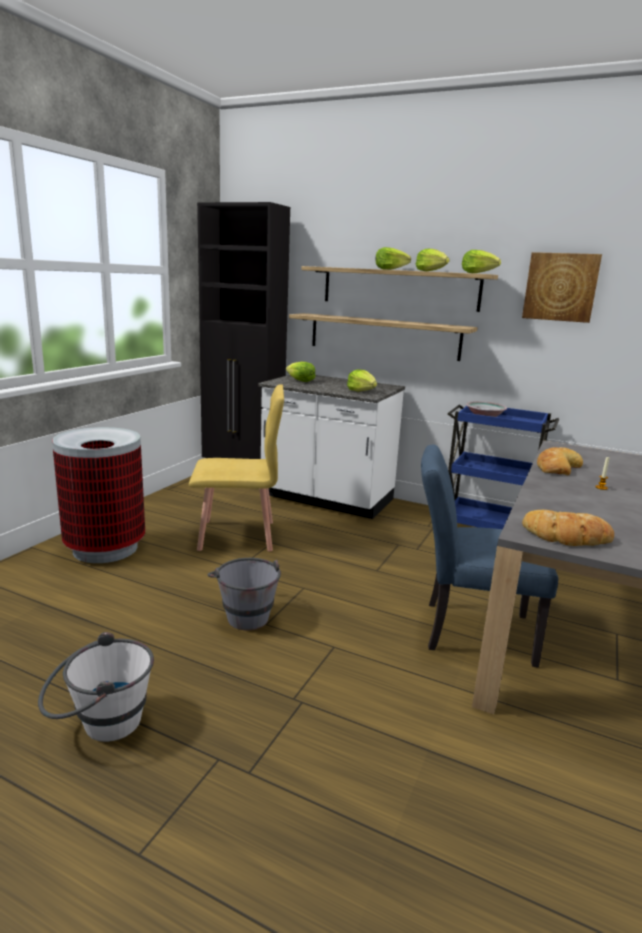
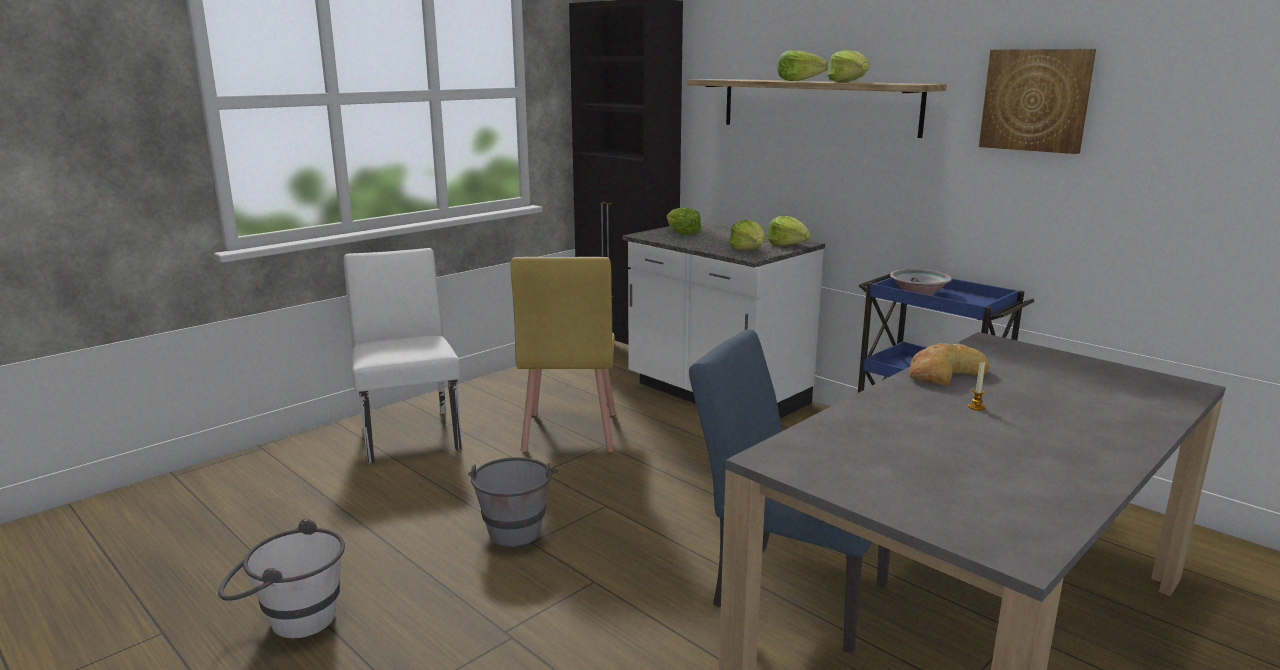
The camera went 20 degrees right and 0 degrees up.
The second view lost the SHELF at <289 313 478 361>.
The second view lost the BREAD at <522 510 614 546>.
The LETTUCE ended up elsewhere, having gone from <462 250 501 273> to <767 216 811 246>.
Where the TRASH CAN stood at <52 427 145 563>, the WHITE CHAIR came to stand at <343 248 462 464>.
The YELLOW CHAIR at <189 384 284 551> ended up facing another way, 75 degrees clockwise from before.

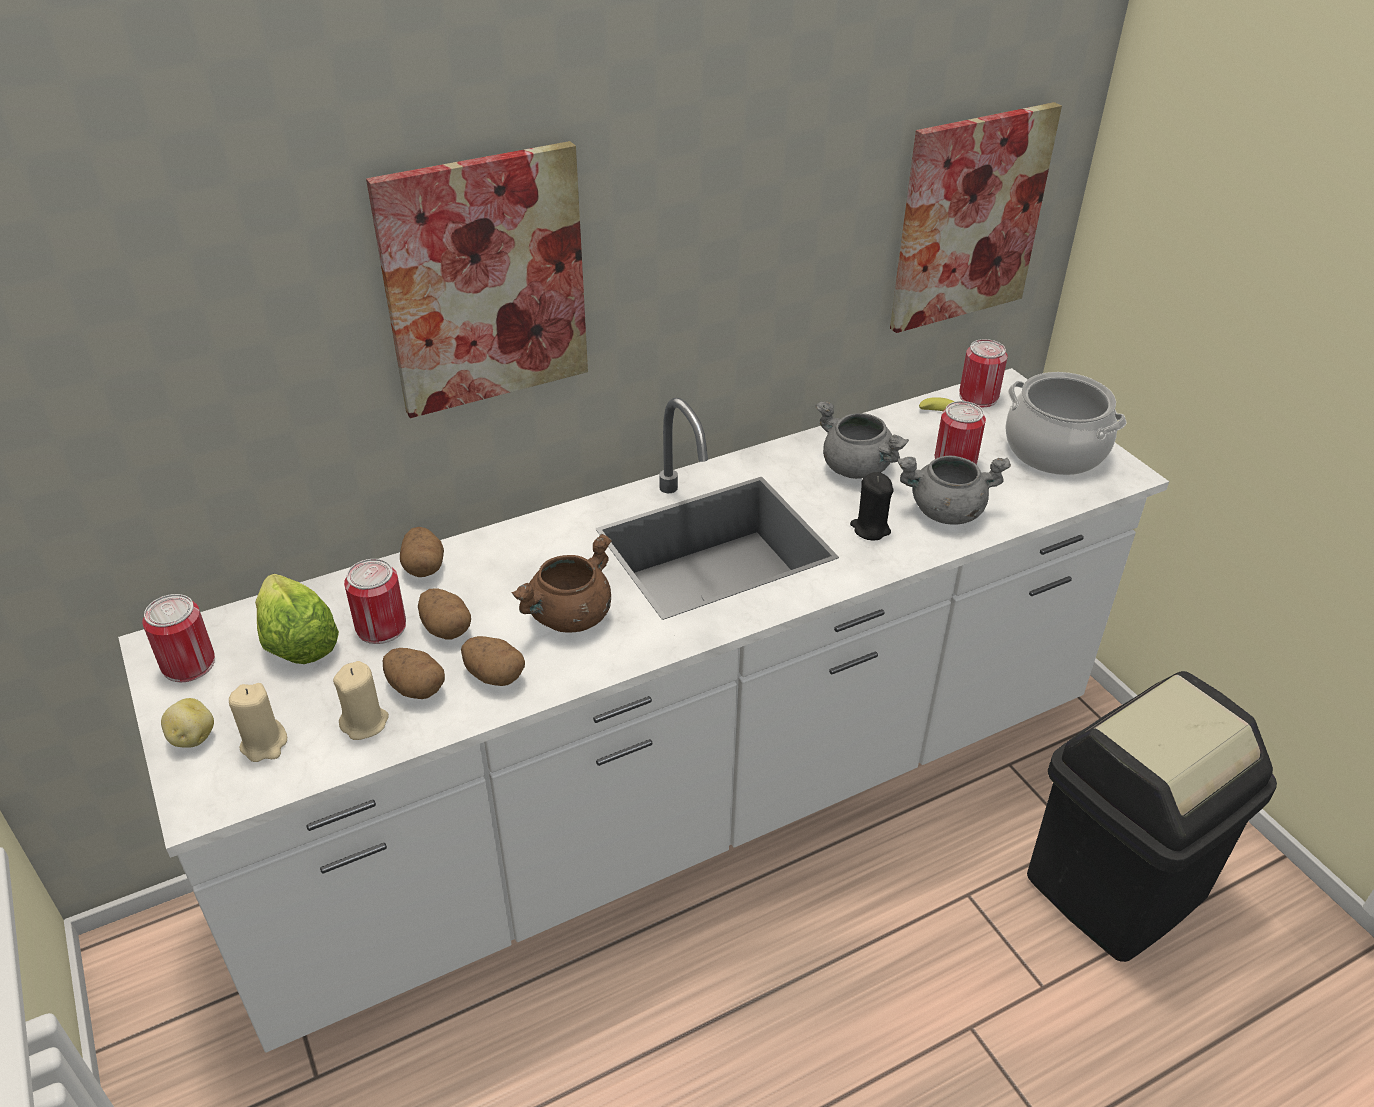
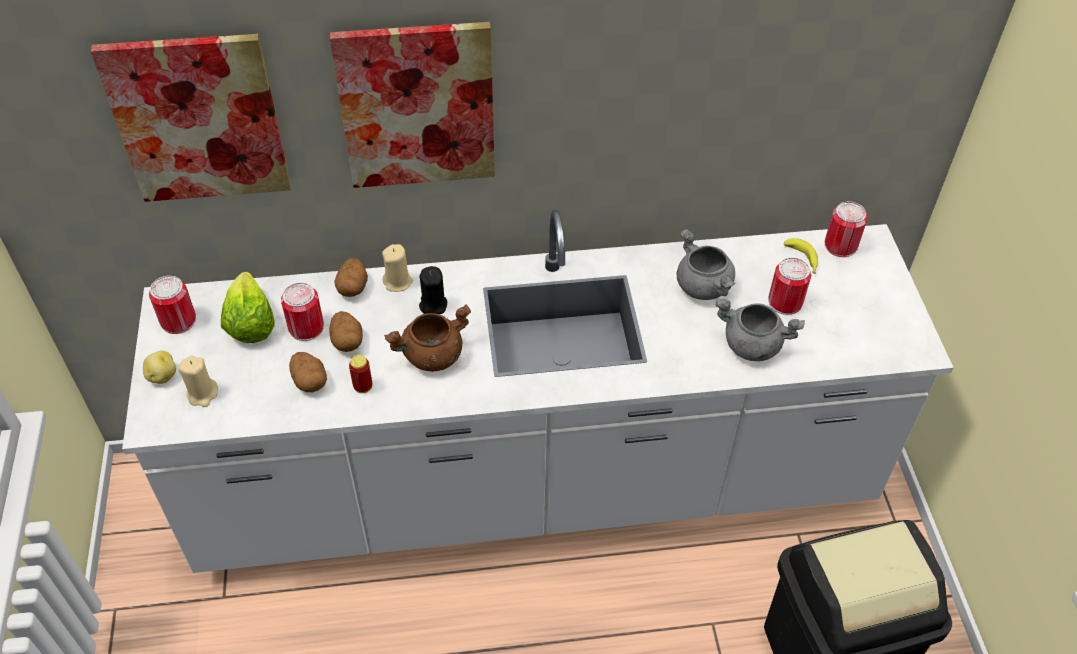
The camera went 20 degrees right and 10 degrees up.
The second view lost the COOKING POT at <1005 372 1127 475>.
The BEIGE CANDLE ended up elsewhere, having gone from <333 661 389 740> to <382 244 413 292>.
The BLACK CANDLE ended up elsewhere, having gone from <850 472 893 540> to <419 266 447 314>.
The PICTURE ended up elsewhere, having gone from <890 102 1062 333> to <91 34 291 202>.
Where the POTATO stood at <461 636 525 686>, the CAN came to stand at <349 355 372 393>.

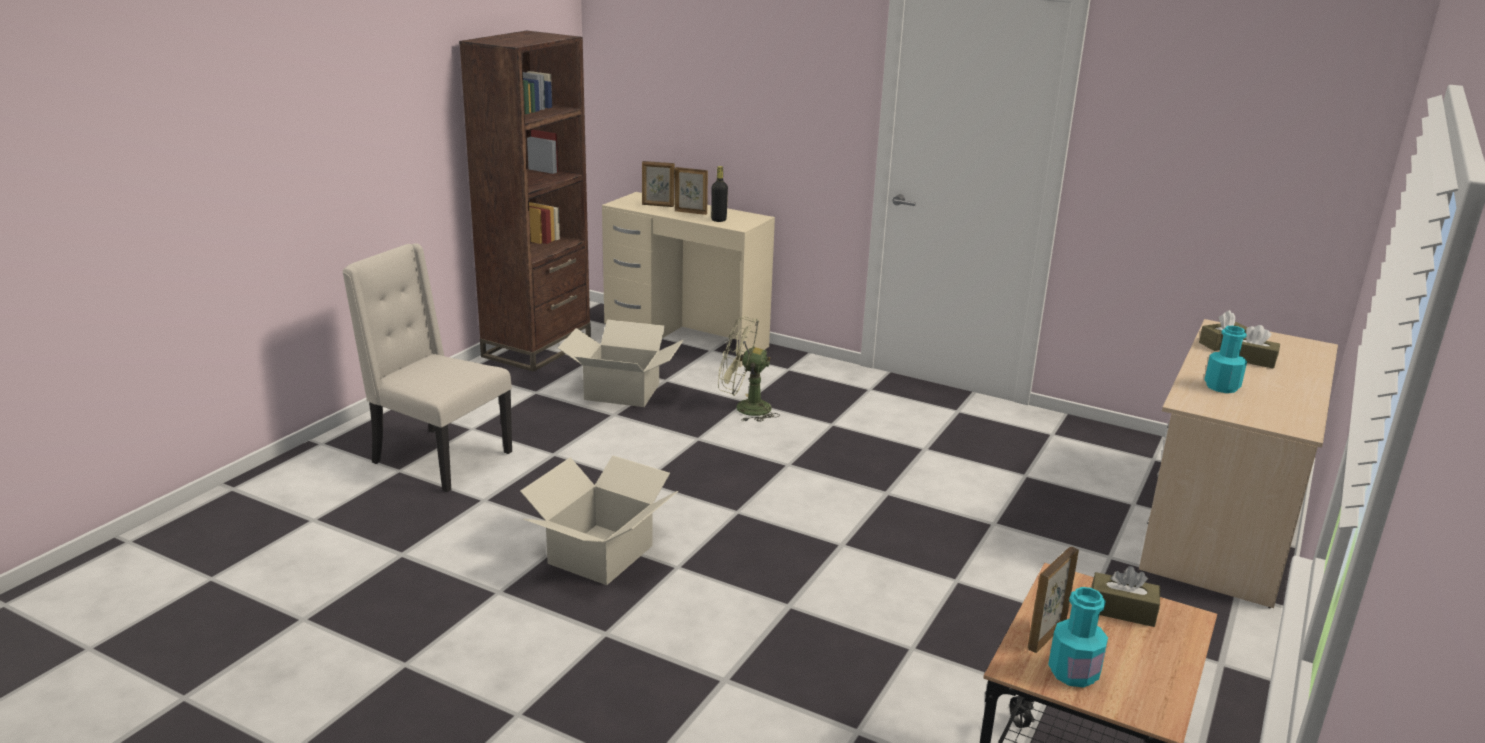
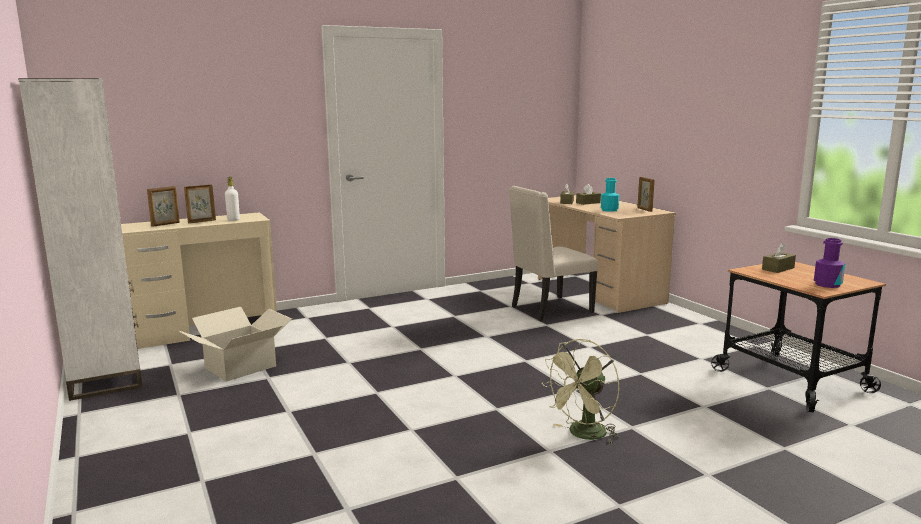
The camera went 55 degrees left and 10 degrees down.
The second view lost the CARDBOARD BOX at <520 456 678 585>.
The BEIGE CHAIR ended up elsewhere, having gone from <342 243 512 492> to <509 186 598 321>.
The GREEN FAN ended up elsewhere, having gone from <718 316 780 422> to <541 339 620 445>.
The PICTURE FRAME ended up elsewhere, having gone from <1028 547 1079 653> to <637 177 655 212>.
What was the BROWN BOOKCASE at <459 31 591 372> turned into the WHITE BOOKCASE at <18 78 143 401>.
What was the BLACK BOTTLE at <711 166 728 222> turned into the WHITE BOTTLE at <225 177 240 221>.
What was the TURQUOISE BOTTLE at <1048 587 1108 687> turned into the PURPLE BOTTLE at <814 238 845 288>.

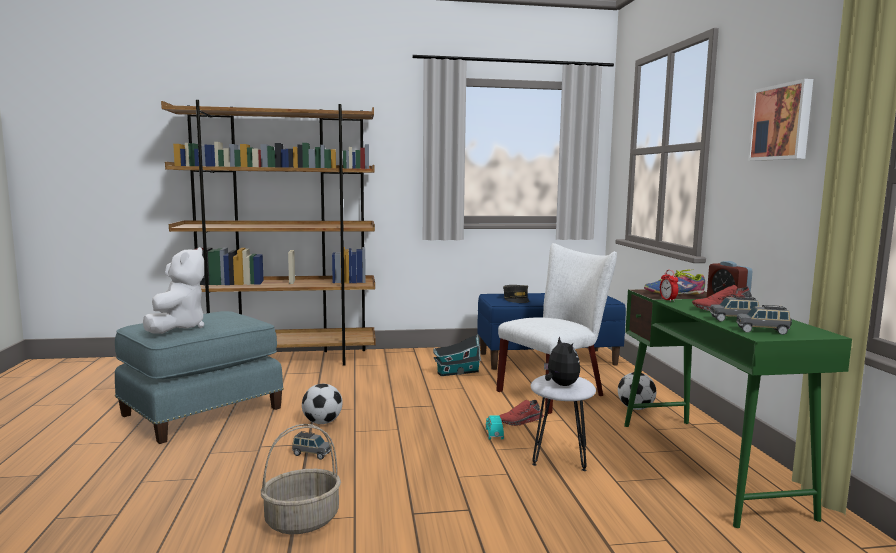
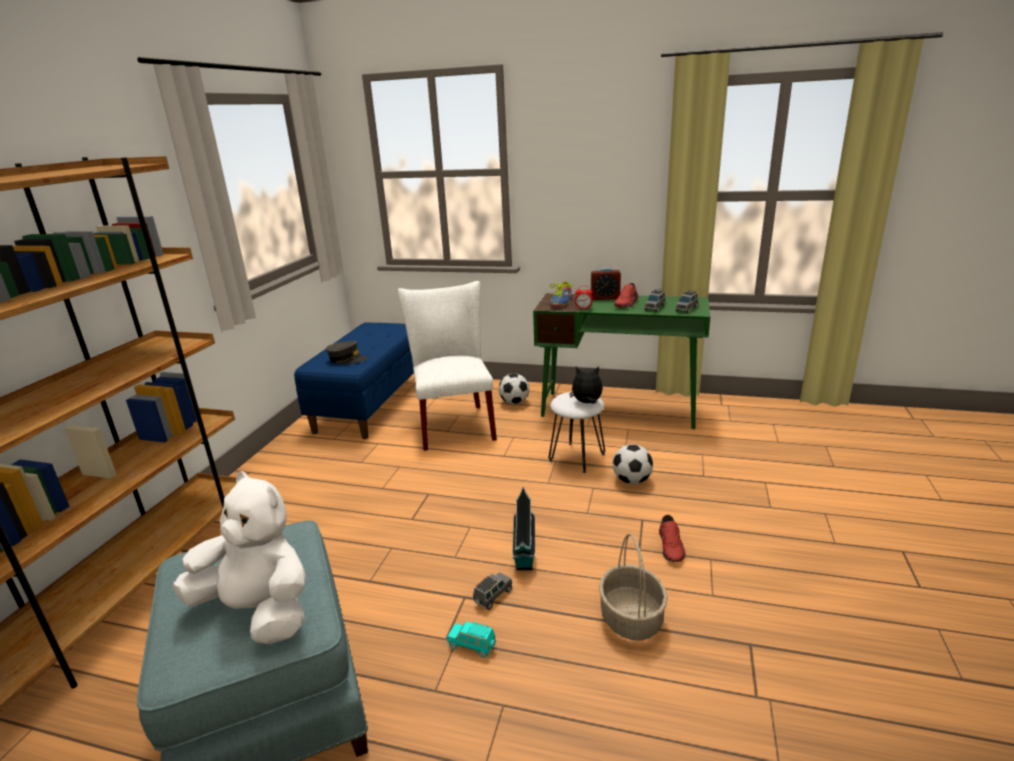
The camera went 65 degrees left and 15 degrees up.
The second view lost the PICTURE at <748 79 813 161>.
The FOOTBALL ended up elsewhere, having gone from <302 384 343 424> to <613 444 653 484>.
The TOY HOUSE ended up elsewhere, having gone from <433 335 481 376> to <512 487 536 570>.
The TURQUOISE TOY CAR ended up elsewhere, having gone from <486 415 504 439> to <447 622 496 658>.
The RED SHOE ended up elsewhere, having gone from <499 400 544 426> to <659 515 686 562>.

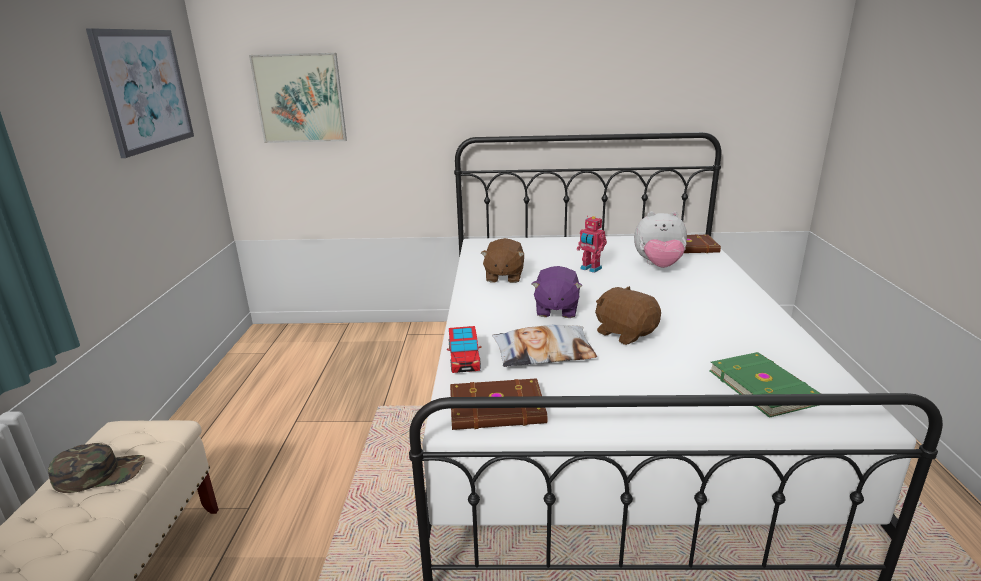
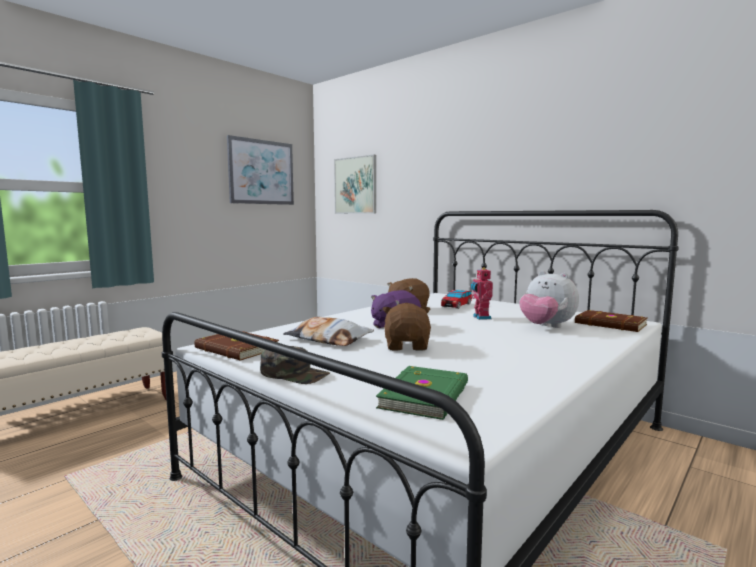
The camera went 40 degrees right and 15 degrees down.
The GREEN CAP ended up elsewhere, having gone from <48 443 145 493> to <260 346 330 384>.
The TOY CAR ended up elsewhere, having gone from <447 326 481 373> to <441 290 472 309>.

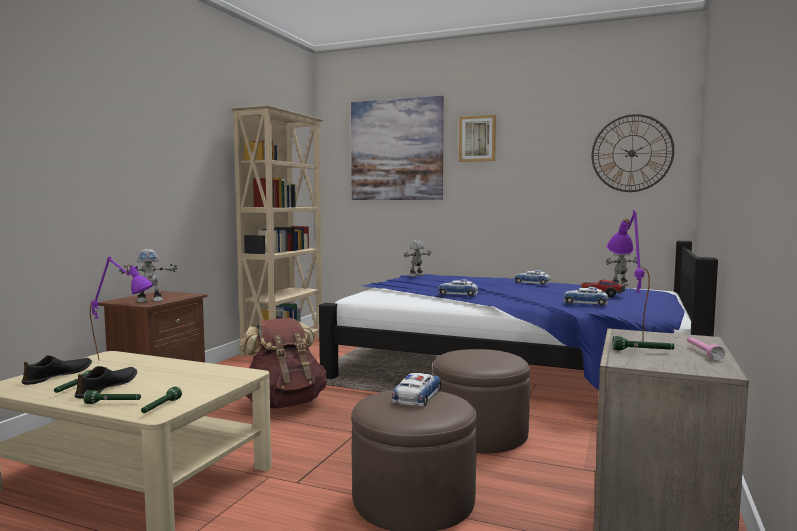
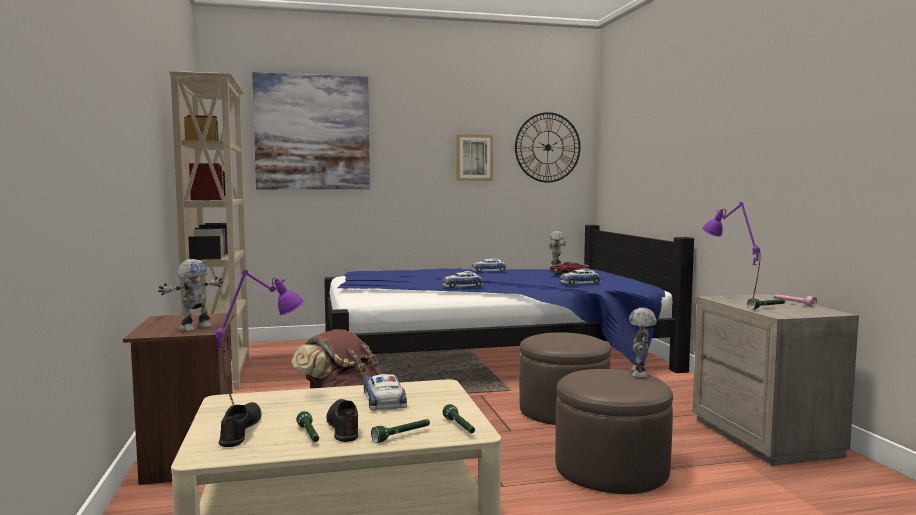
The camera went 35 degrees left and 0 degrees up.
The TOY CAR ended up elsewhere, having gone from <391 373 441 407> to <364 374 407 410>.
The TOY ROBOT ended up elsewhere, having gone from <404 240 431 277> to <629 308 657 378>.
The PICTURE ended up elsewhere, having gone from <459 115 496 162> to <456 135 493 181>.

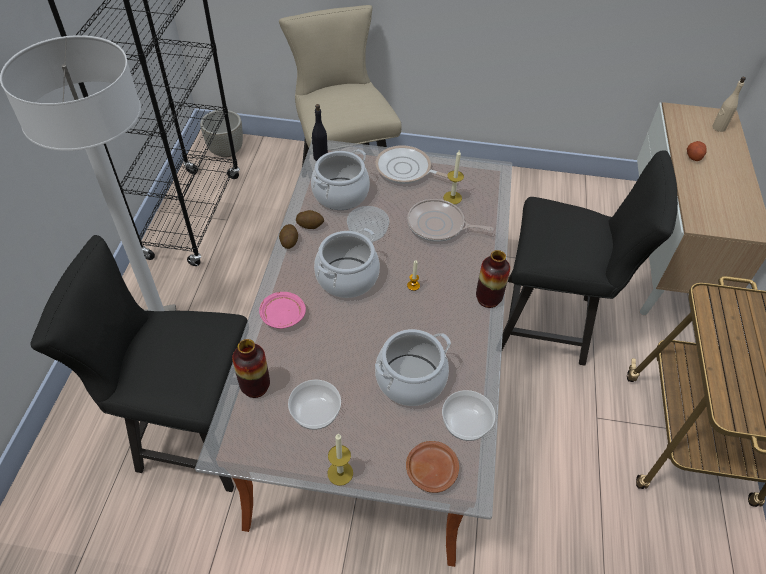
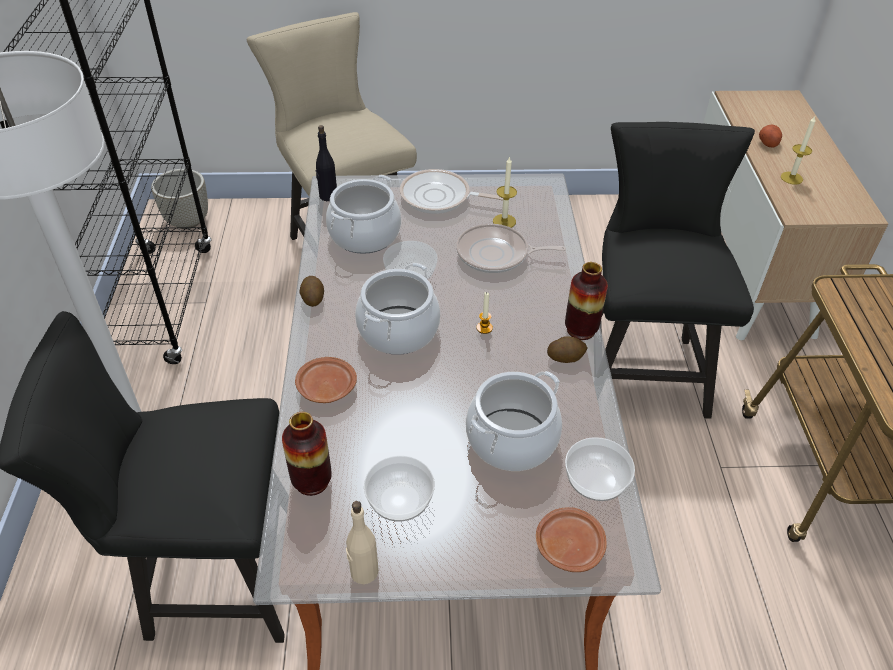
The camera went 10 degrees left and 5 degrees down.
The POTATO ended up elsewhere, having gone from <296 210 324 229> to <547 336 588 363>.
The CANDLE ended up elsewhere, having gone from <328 434 353 486> to <781 116 816 185>.
The BEIGE BOTTLE ended up elsewhere, having gone from <712 77 746 132> to <346 501 379 584>.
What was the PINK PLATE at <259 292 306 329> turned into the BROWN PLATE at <295 357 357 403>.
The BLACK CHAIR at <502 151 678 366> ended up facing another way, 90 degrees counterclockwise from before.

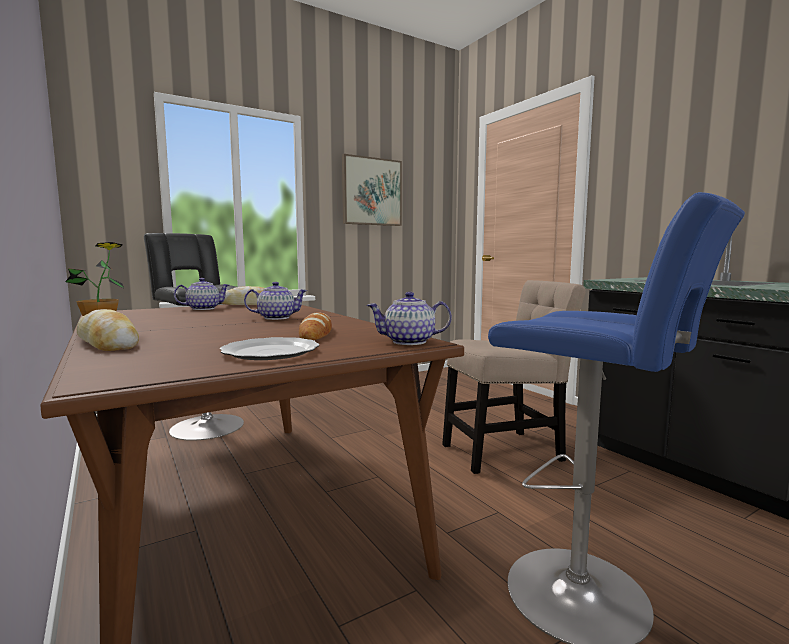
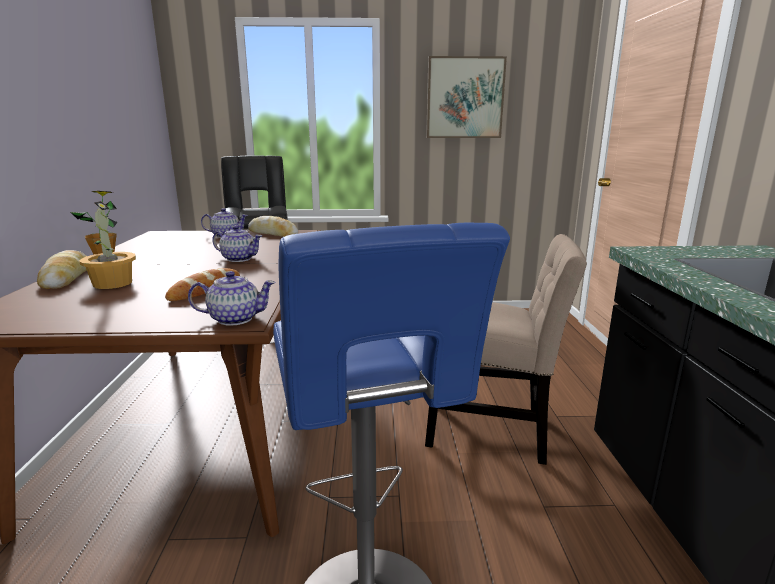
The camera went 30 degrees right and 10 degrees up.
The second view lost the PLATE at <220 337 319 360>.
The second view gained the POTTED PLANT at <79 201 136 289>.
The TEAPOT at <367 292 452 345> ended up facing another way, 150 degrees clockwise from before.

